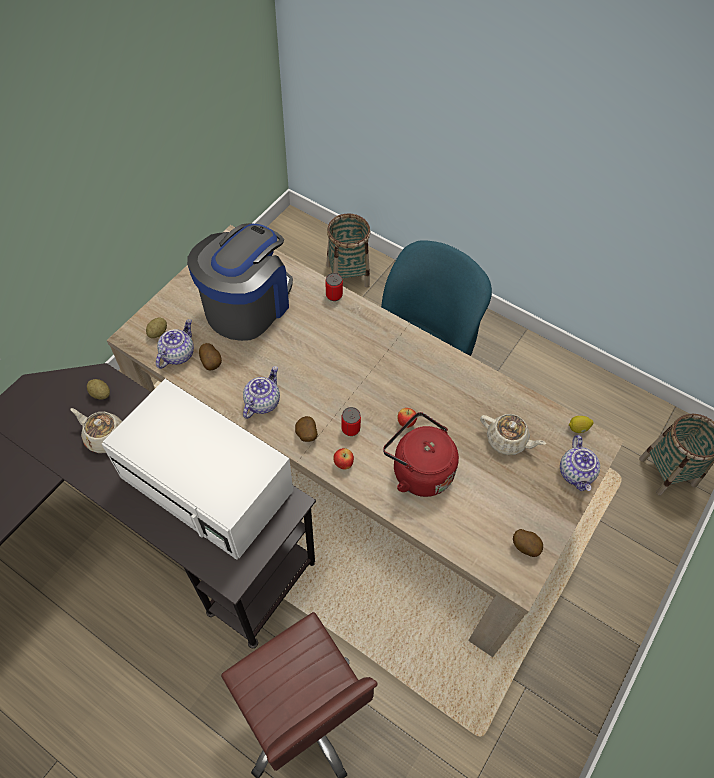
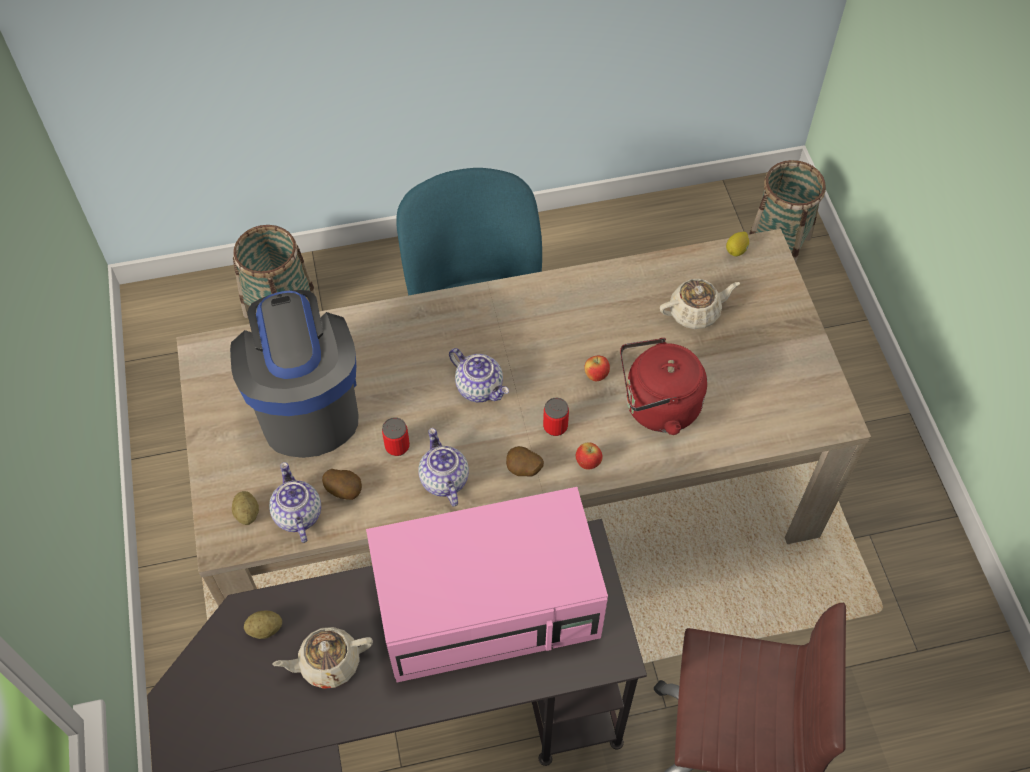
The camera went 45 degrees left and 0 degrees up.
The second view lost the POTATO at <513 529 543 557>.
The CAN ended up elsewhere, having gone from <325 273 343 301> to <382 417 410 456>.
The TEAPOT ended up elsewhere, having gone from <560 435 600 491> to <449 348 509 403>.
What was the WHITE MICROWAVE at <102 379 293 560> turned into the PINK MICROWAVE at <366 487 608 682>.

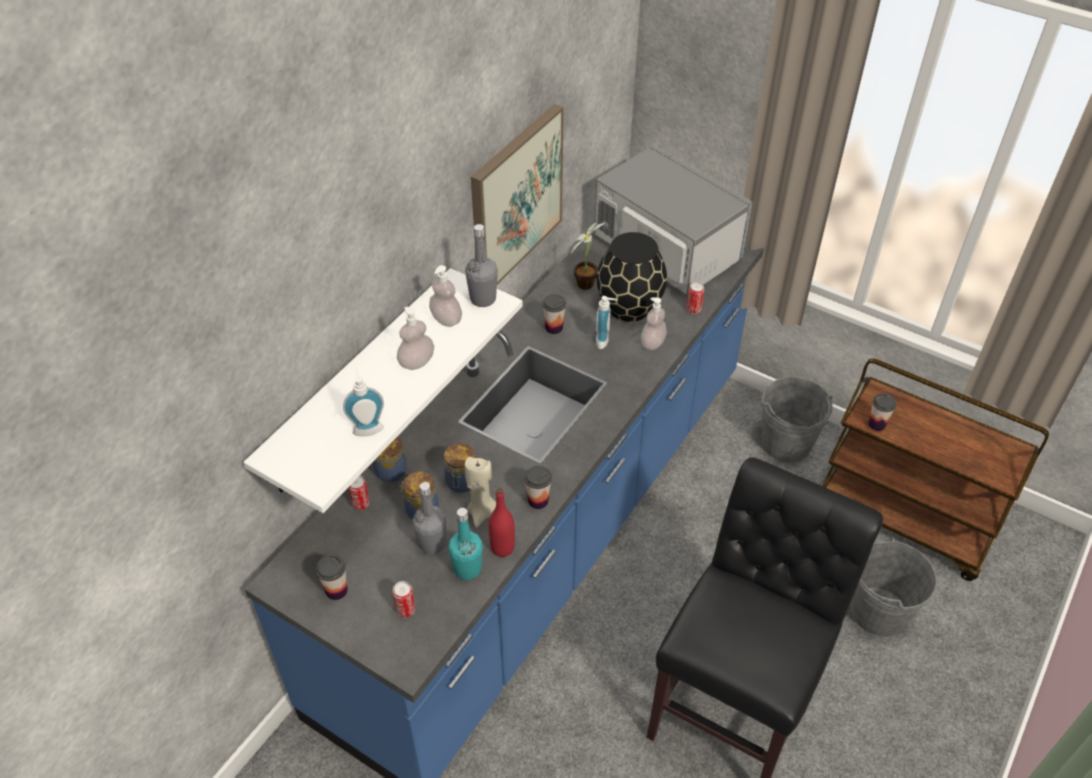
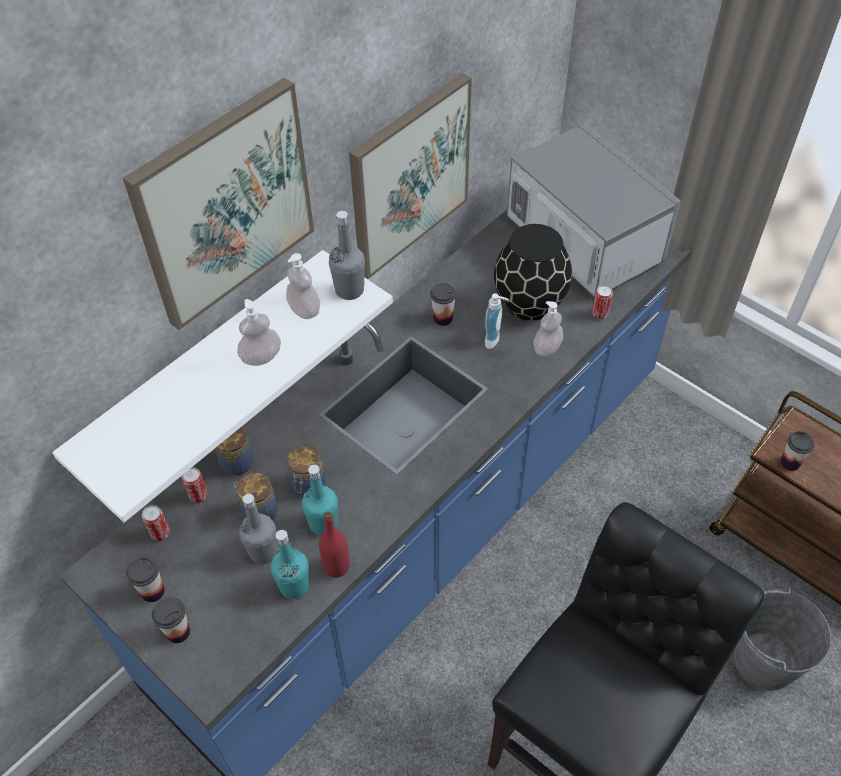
The camera went 10 degrees right and 5 degrees up.
The second view lost the SOAP DISPENSER at <343 368 384 436>.
The second view lost the POTTED PLANT at <571 222 604 290>.
The second view lost the GREY BUCKET at <762 377 833 463>.
The second view gained the PICTURE at <123 78 314 330>.
The CAN ended up elsewhere, having gone from <392 581 415 617> to <142 505 170 541>.
The CUP ended up elsewhere, having gone from <524 466 552 509> to <152 597 190 643>.
Where the BEIGE CANDLE stood at <465 457 496 528>, the TURQUOISE BOTTLE came to stand at <302 464 338 535>.

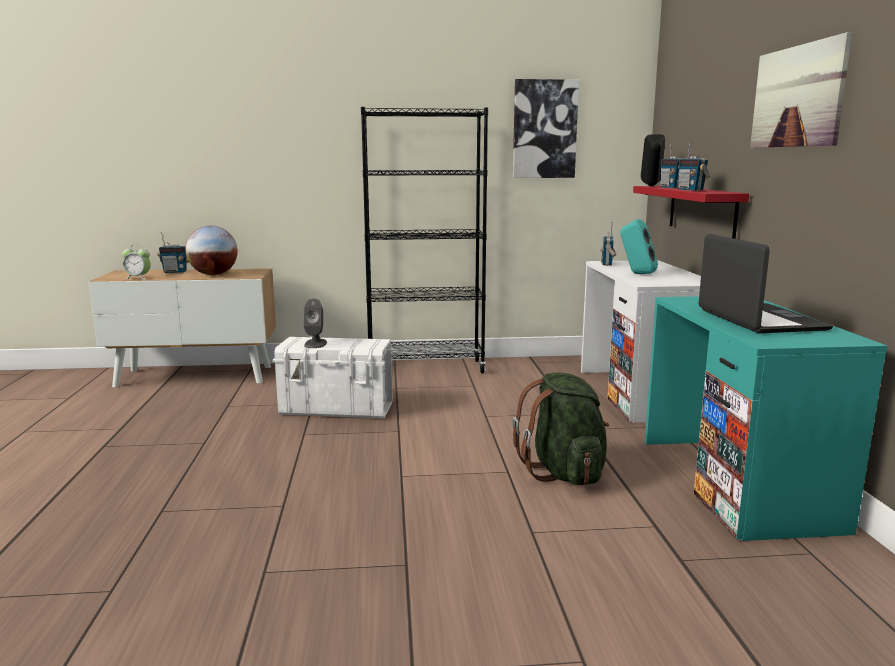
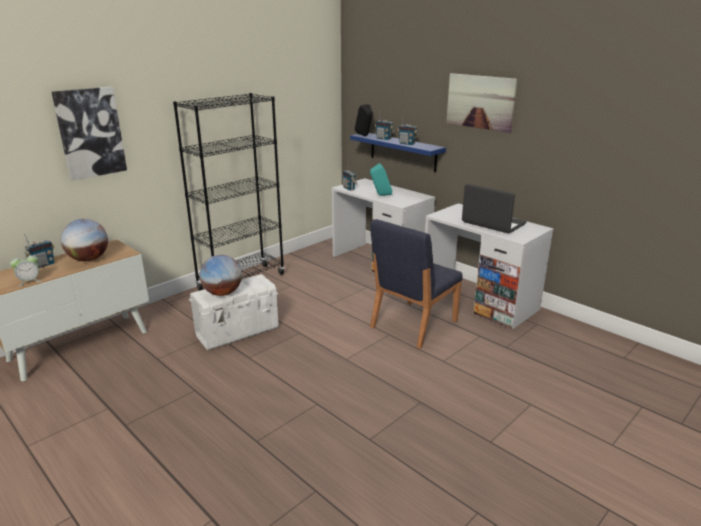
The camera went 40 degrees left and 10 degrees up.
The PICTURE ended up elsewhere, having gone from <513 79 579 178> to <52 87 127 181>.
Where the GREY SPEAKER stood at <303 299 327 348>, the GLOBE came to stand at <200 255 242 296>.
Where the GREEN BACKPACK stood at <513 373 609 486>, the BLUE CHAIR came to stand at <370 219 463 349>.
What was the RED SHELF at <633 186 749 239> turned into the BLUE SHELF at <350 133 446 172>.
What was the TURQUOISE DESK at <645 296 887 541> turned into the WHITE DESK at <425 203 554 329>.

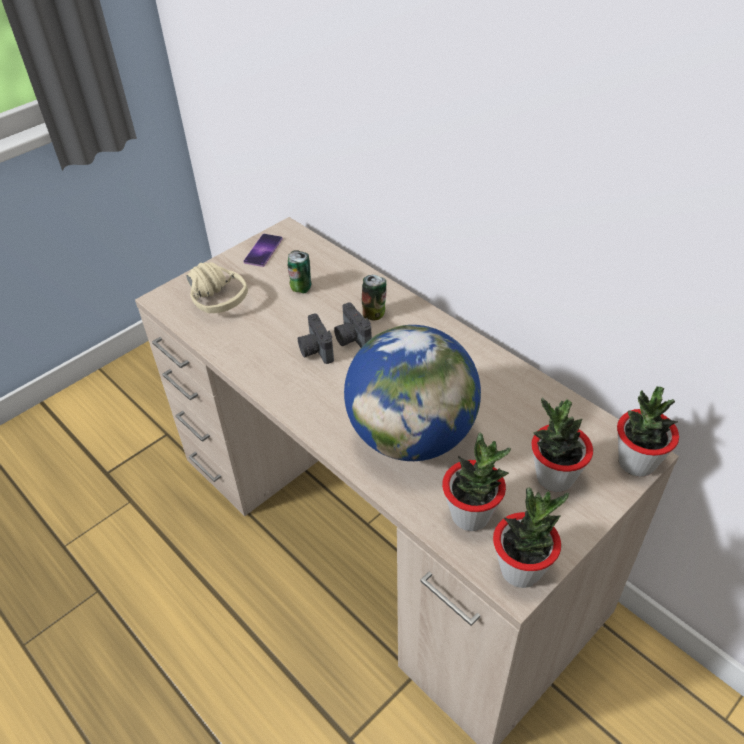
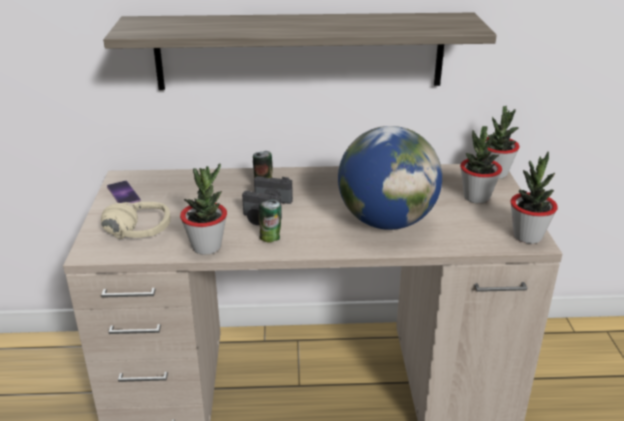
The camera went 50 degrees left and 15 degrees down.
The second view gained the SHELF at <103 12 497 90>.
The CAN ended up elsewhere, having gone from <288 250 311 293> to <258 200 282 242>.
The POTTED PLANT ended up elsewhere, having gone from <442 432 511 531> to <180 163 227 255>.

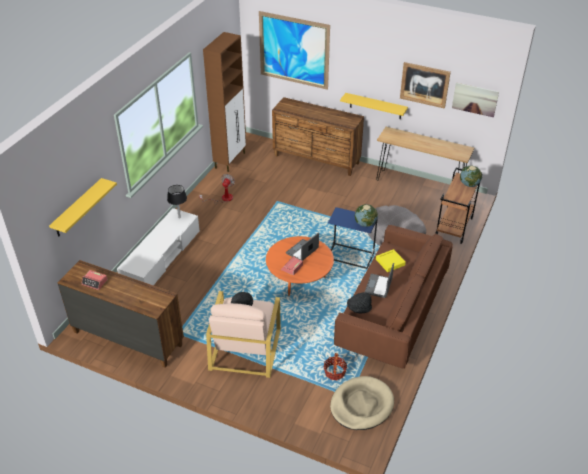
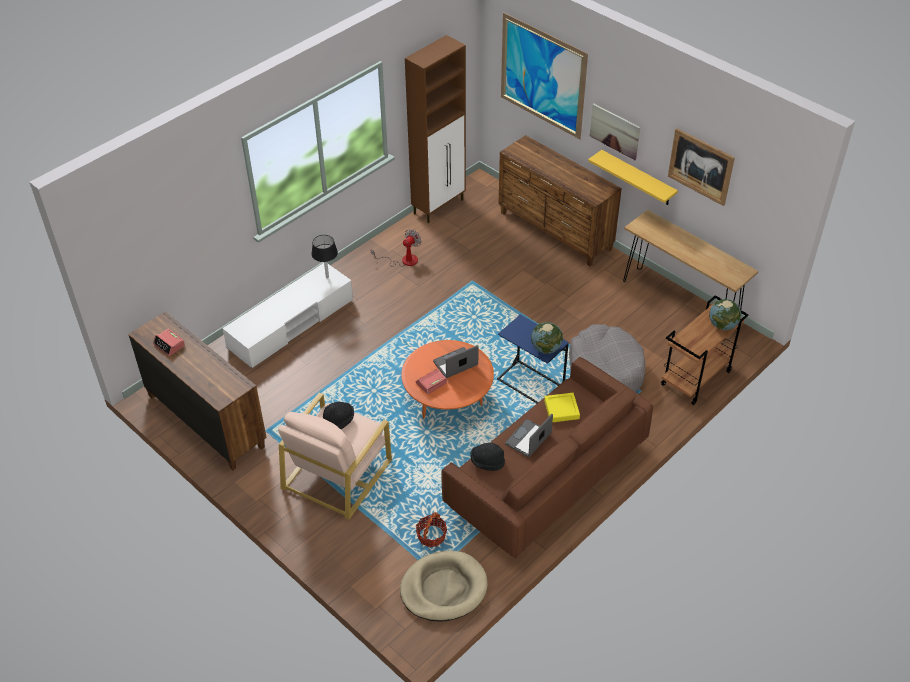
The camera went 20 degrees right and 5 degrees up.
The second view lost the YELLOW SHELF at <49 178 117 237>.
The PICTURE ended up elsewhere, having gone from <452 83 499 117> to <590 103 640 160>.

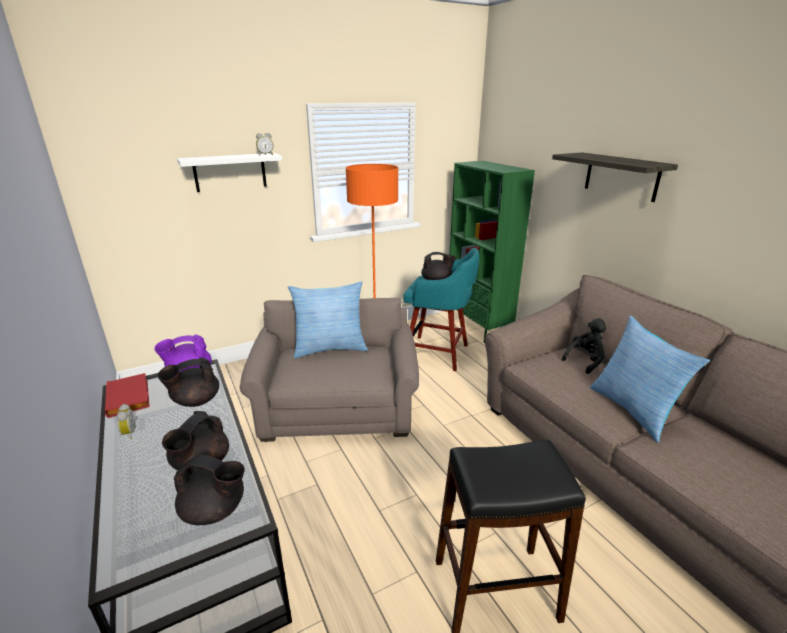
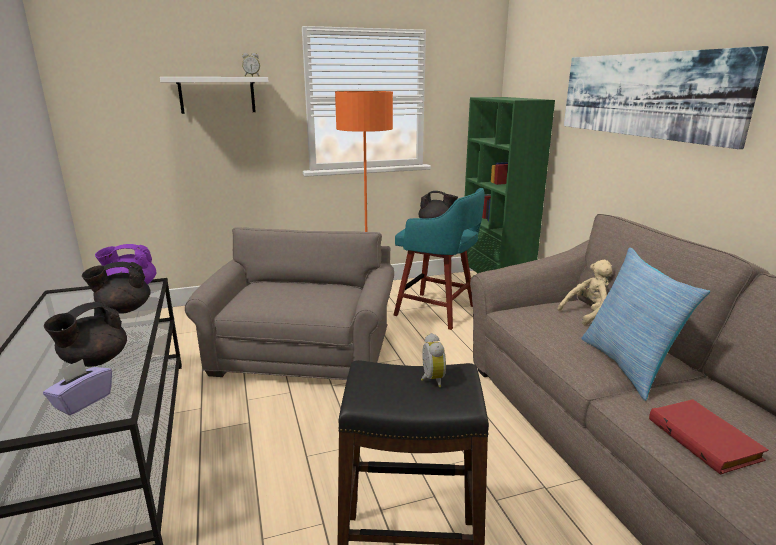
The camera went 10 degrees right and 5 degrees down.
The second view lost the PILLOW at <288 281 368 358>.
The RED BOOK ended up elsewhere, having gone from <105 373 150 418> to <649 399 769 475>.
The ALARM CLOCK ended up elsewhere, having gone from <116 404 135 439> to <421 333 446 387>.
Where the BLACK TEAPOT stood at <174 454 245 525>, the PURPLE TISSUE BOX came to stand at <43 359 112 415>.
Where the SHELF hung at <552 152 678 202>, the PICTURE came to hang at <564 46 769 149>.
What was the BLACK PLUSH TOY at <562 318 606 374> turned into the BEIGE PLUSH TOY at <557 260 612 326>.

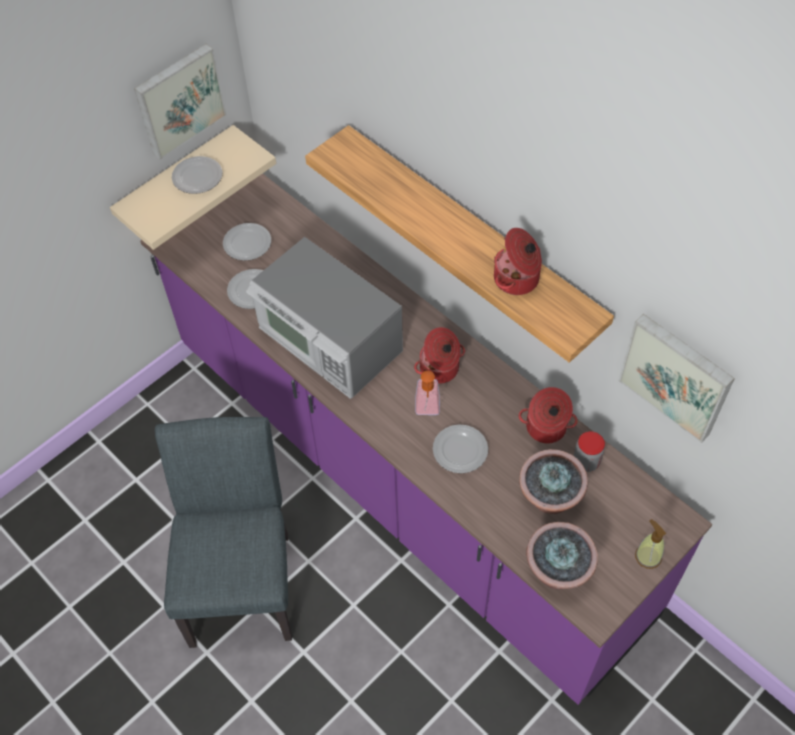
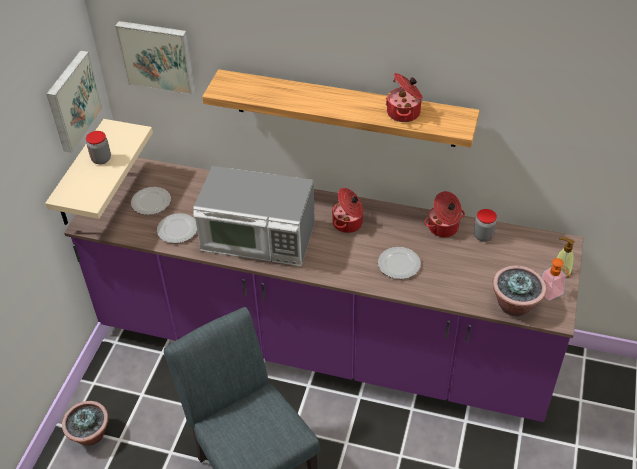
The camera went 30 degrees left and 10 degrees down.
The SOAP DISPENSER ended up elsewhere, having gone from <415 371 440 415> to <542 258 571 301>.
The POTTED PLANT ended up elsewhere, having gone from <519 449 588 514> to <62 401 109 445>.
The PICTURE ended up elsewhere, having gone from <618 314 735 443> to <115 21 195 95>.
Where the PLATE stood at <172 156 222 194>, the JAR came to stand at <86 131 111 164>.

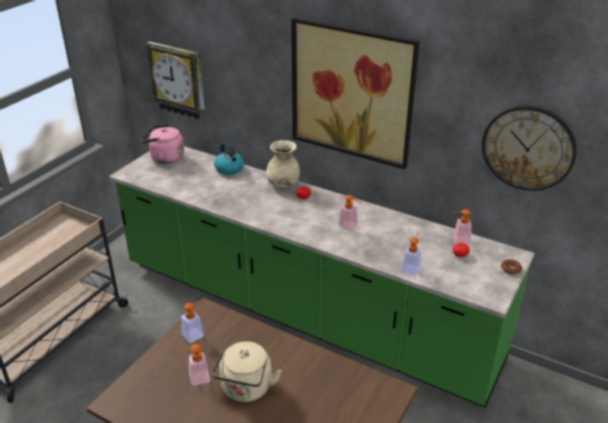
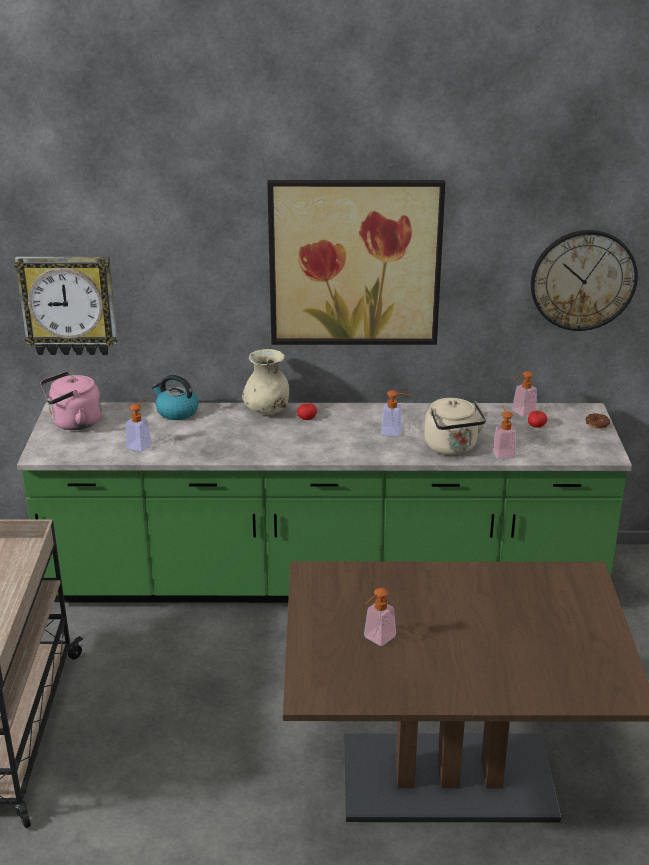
The camera went 30 degrees left and 5 degrees down.
The SOAP DISPENSER ended up elsewhere, having gone from <181 299 205 343> to <126 399 151 451>.
The BEIGE KETTLE ended up elsewhere, having gone from <212 341 282 402> to <424 398 488 455>.

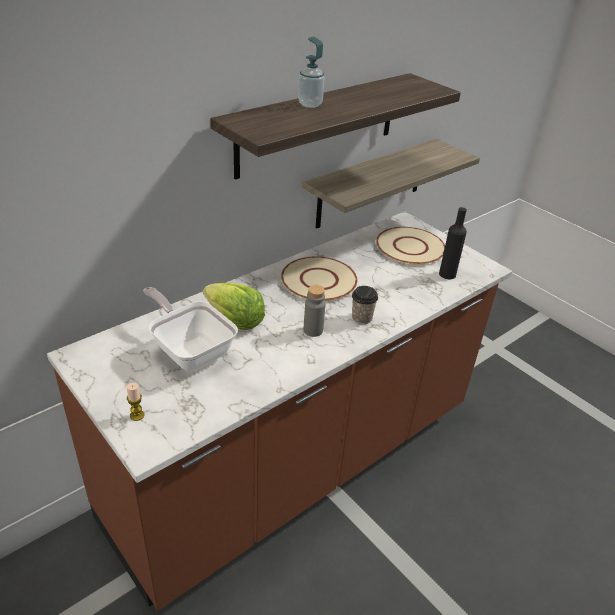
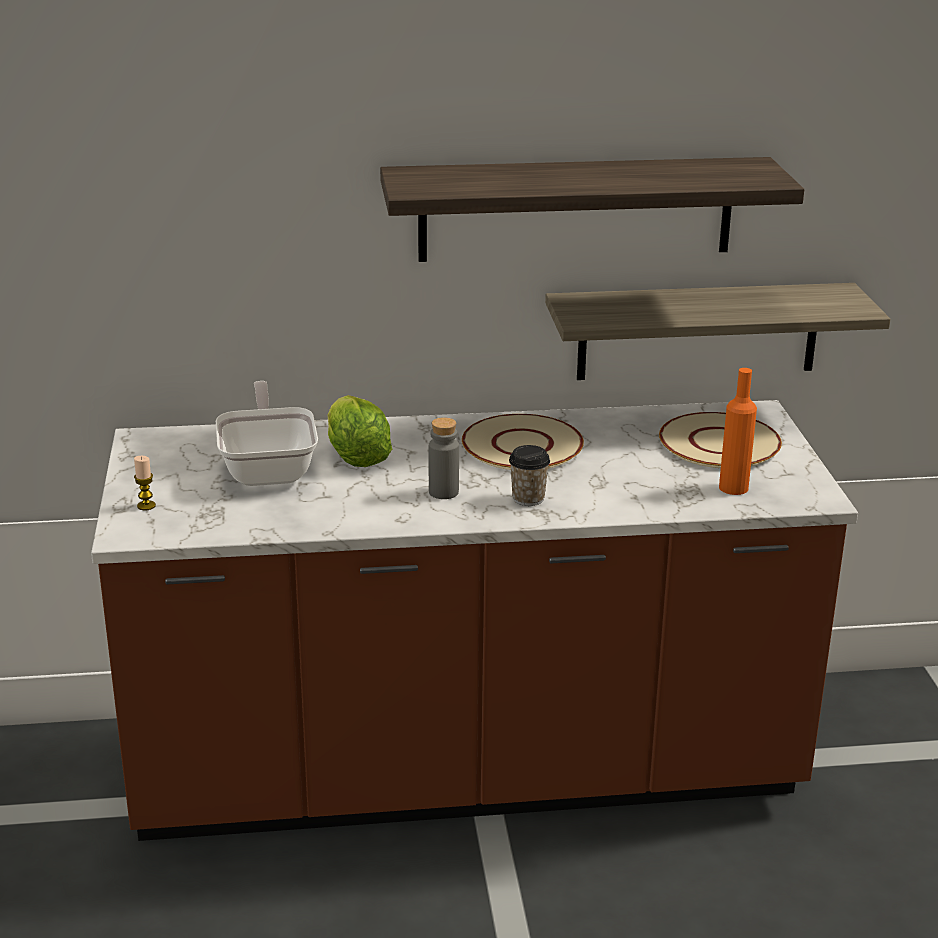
The camera went 35 degrees right and 10 degrees down.
The second view lost the SOAP DISPENSER at <298 37 325 108>.
What was the BLACK BOTTLE at <439 207 467 279> turned into the ORANGE BOTTLE at <719 368 757 495>.

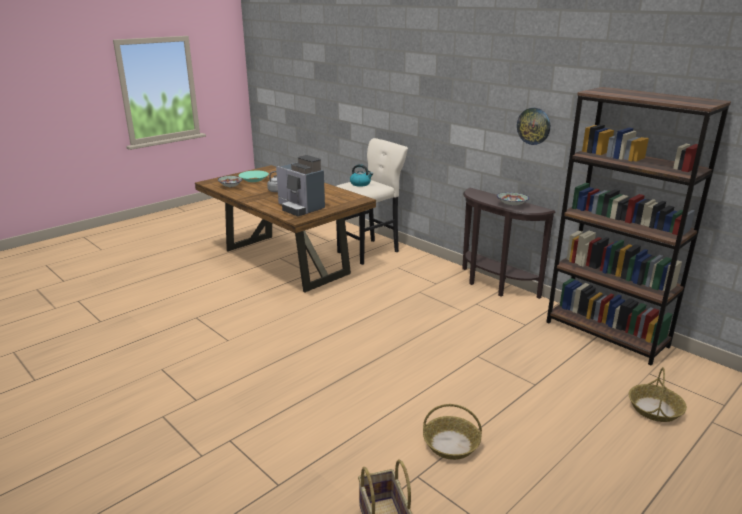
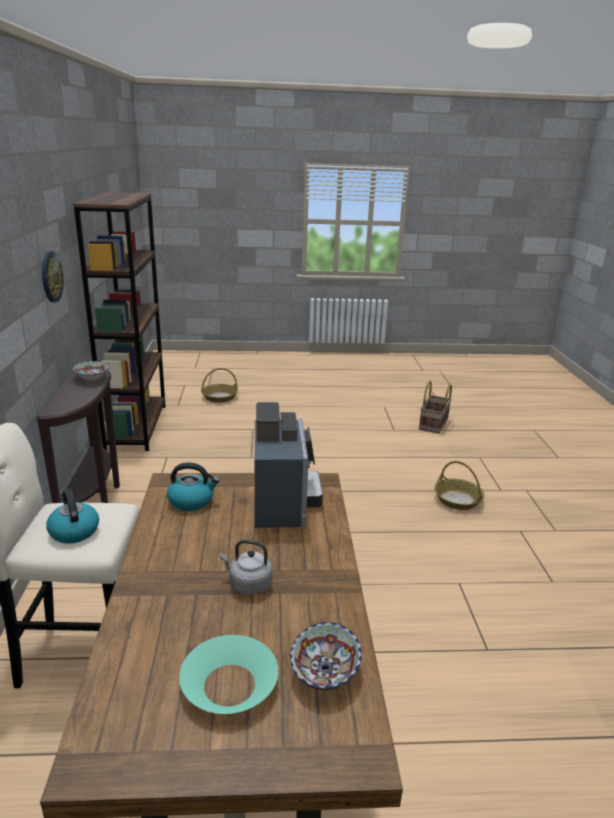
The camera went 140 degrees left and 0 degrees up.
The second view gained the KETTLE at <167 462 220 511>.
The BASKET ended up elsewhere, having gone from <423 404 482 460> to <434 461 485 510>.

